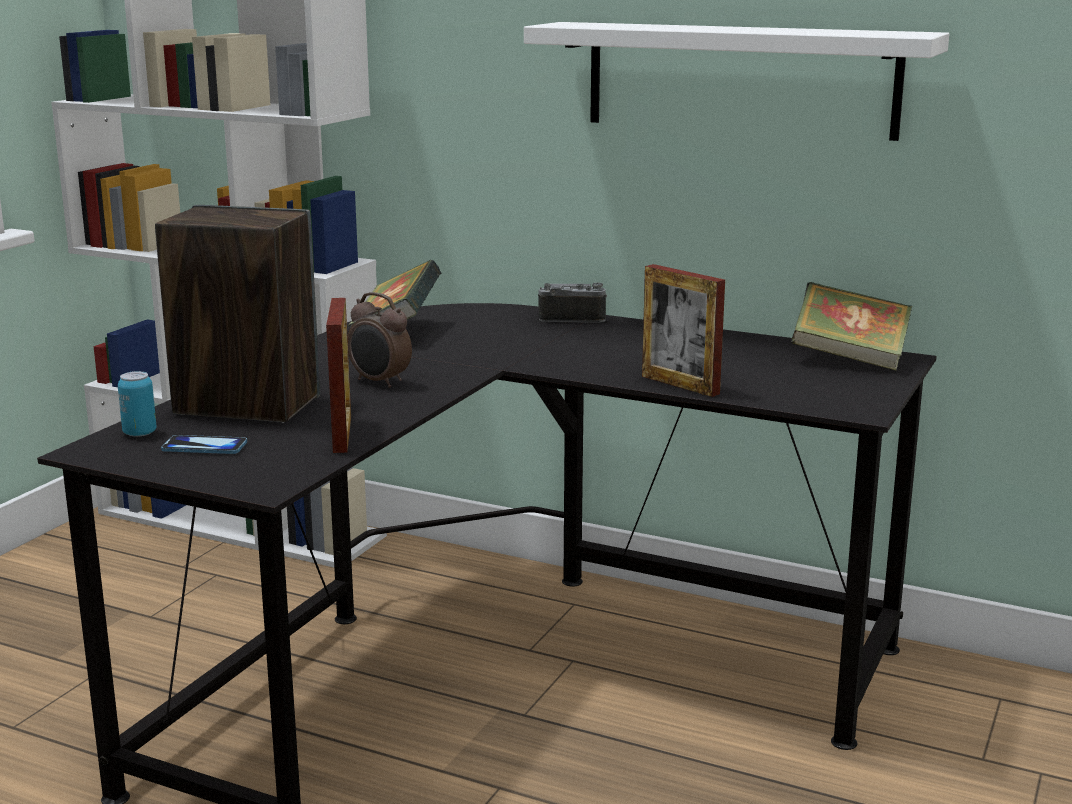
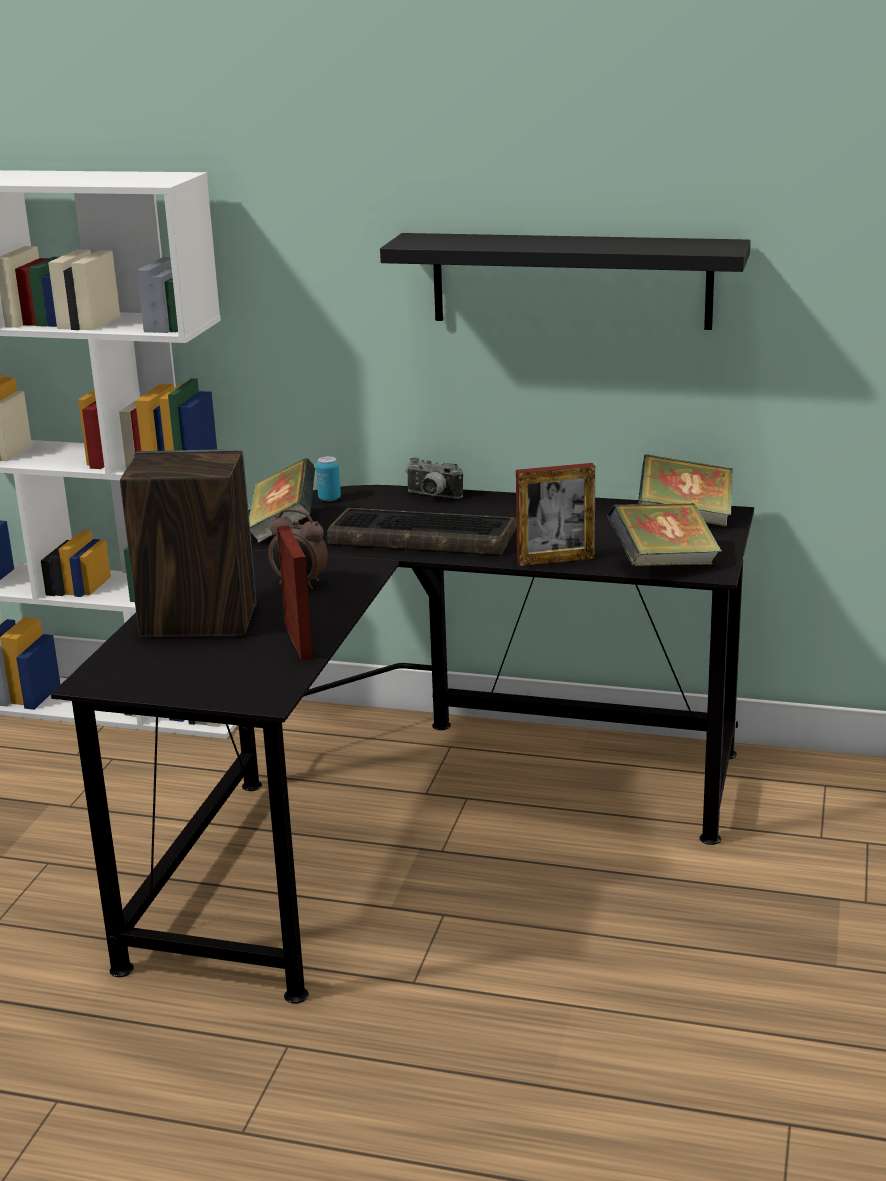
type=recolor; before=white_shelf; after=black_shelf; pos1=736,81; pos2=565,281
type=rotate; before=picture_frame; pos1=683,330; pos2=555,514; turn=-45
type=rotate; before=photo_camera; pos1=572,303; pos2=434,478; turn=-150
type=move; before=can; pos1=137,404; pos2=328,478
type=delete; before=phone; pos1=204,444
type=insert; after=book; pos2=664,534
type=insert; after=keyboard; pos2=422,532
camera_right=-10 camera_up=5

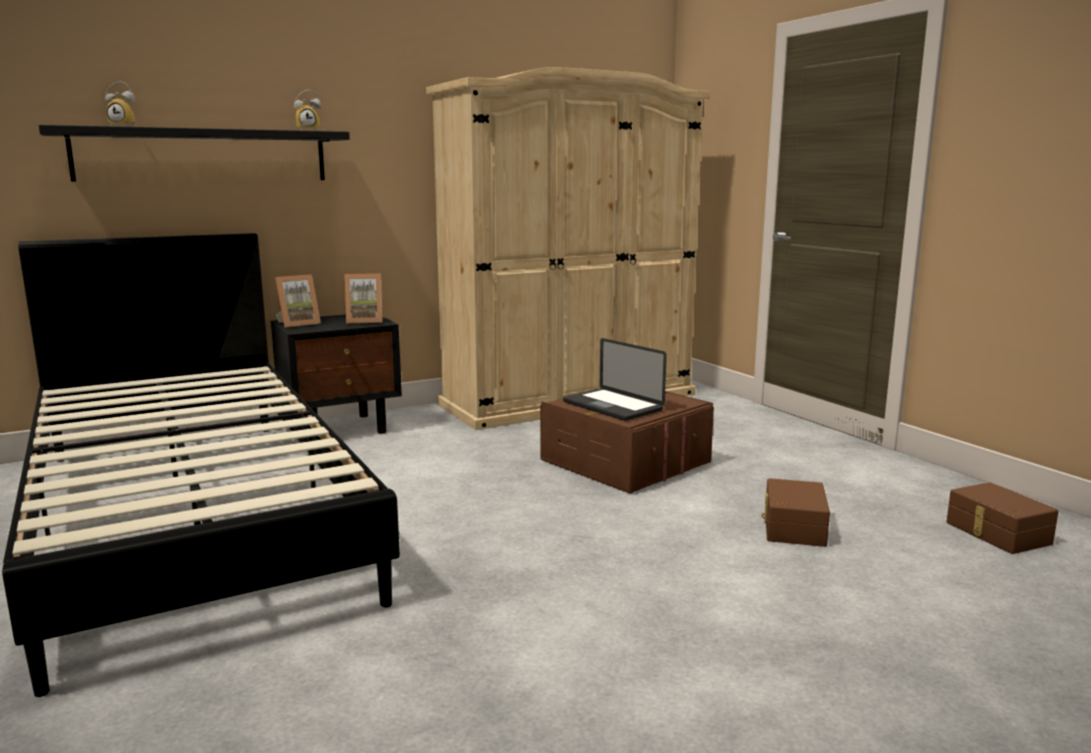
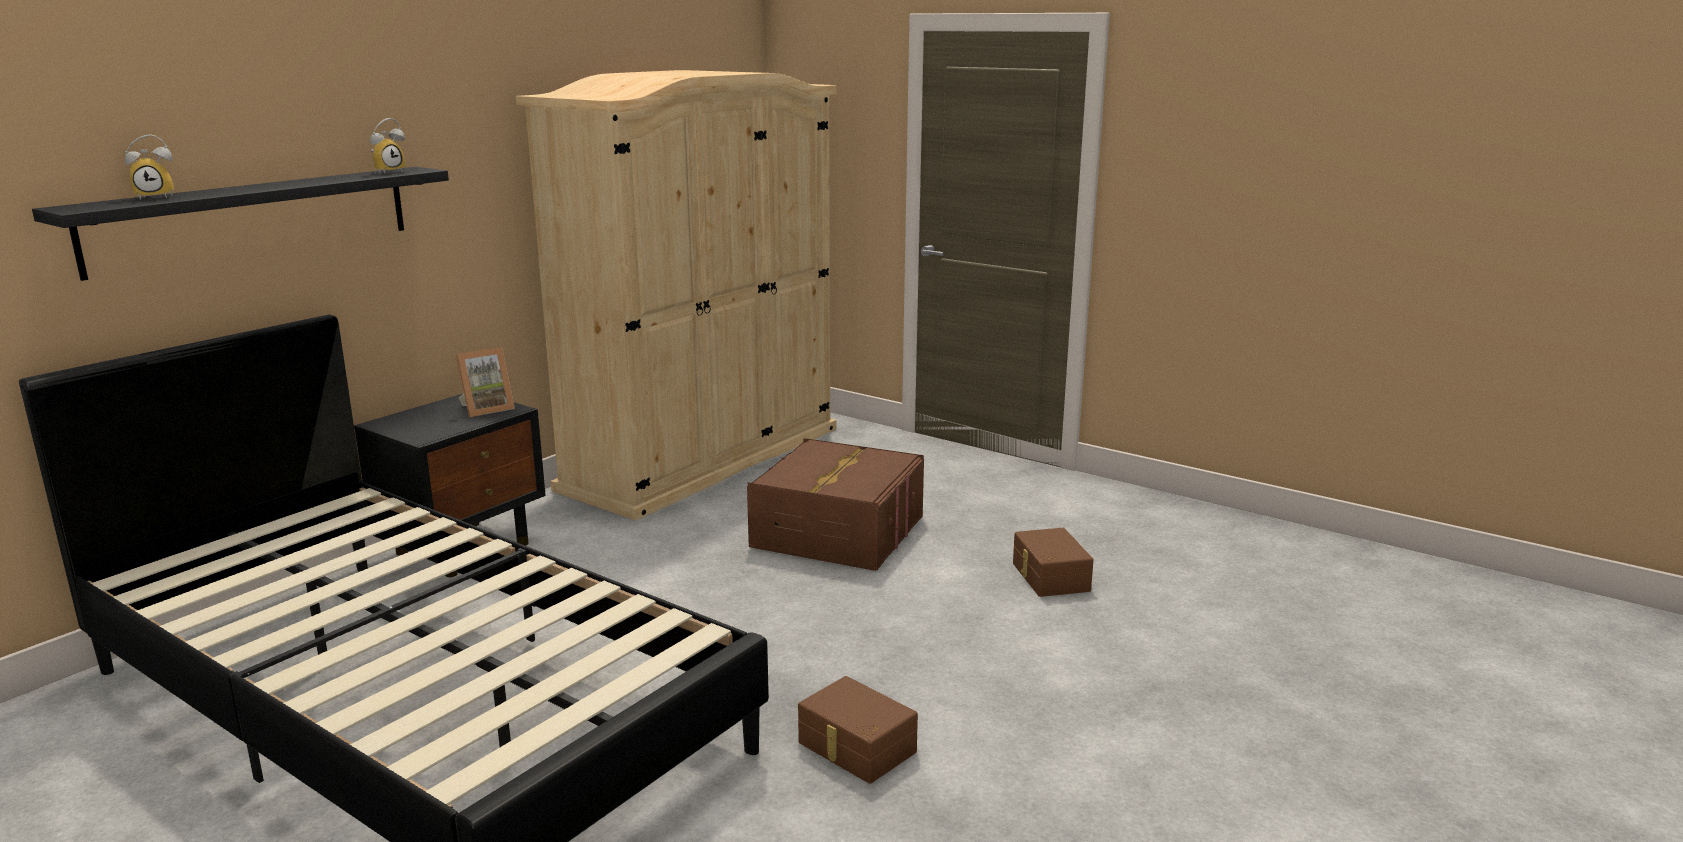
type=delete; before=picture_frame; pos1=298,301
type=delete; before=laptop; pos1=615,379
type=move; before=brown_storage_box; pos1=1002,518; pos2=858,730
camera_right=-25 camera_up=5

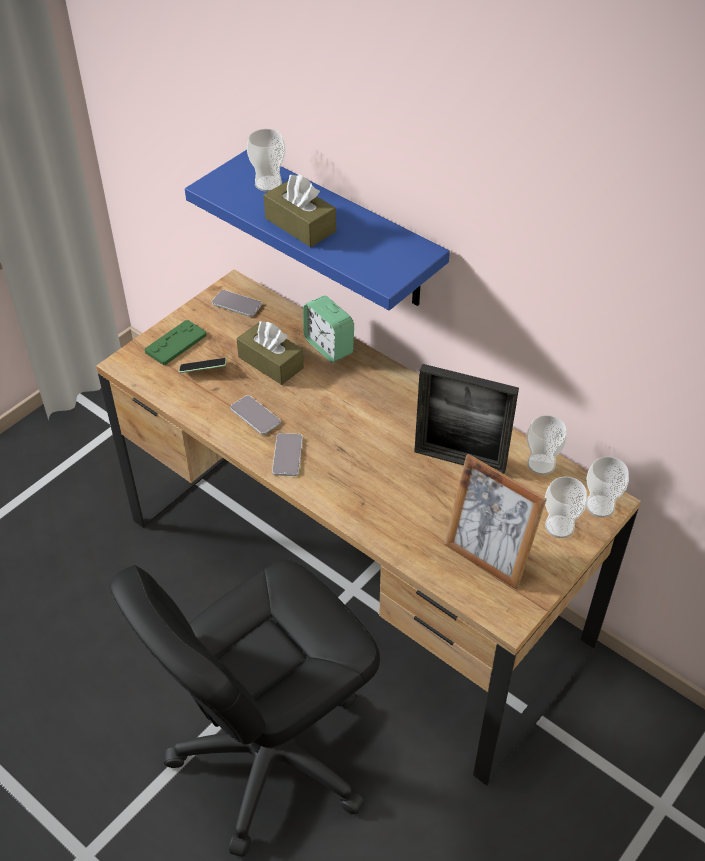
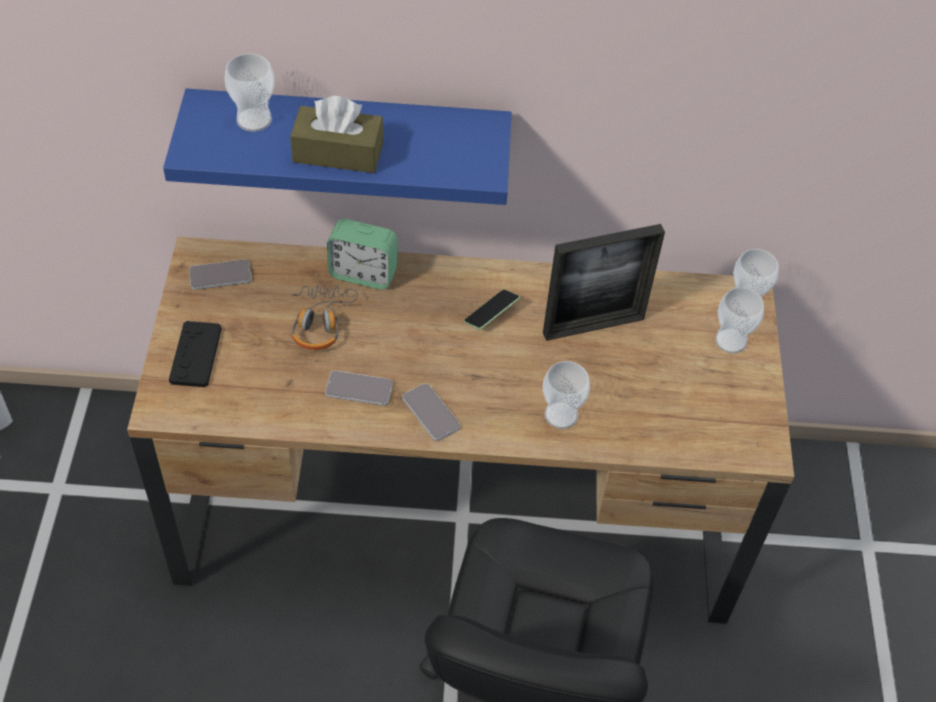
type=recolor; before=green_game_controller; after=black_game_controller; pos1=176,342; pos2=195,354
type=replace; before=brown_tissue_box; after=headphones; pos1=270,353; pos2=323,317
type=move; before=phone; pos1=203,365; pos2=492,309
type=move; before=cup; pos1=547,445; pos2=566,395
type=delete; before=picture_frame; pos1=495,522
camera_right=-40 camera_up=5

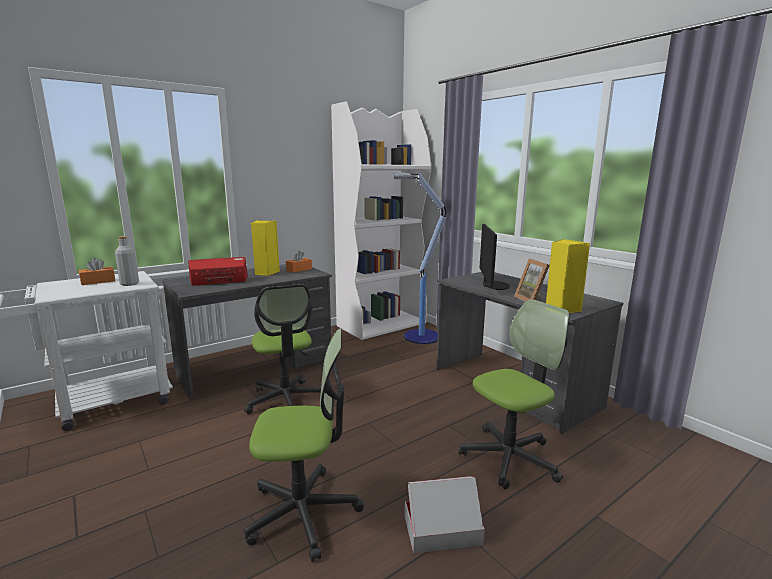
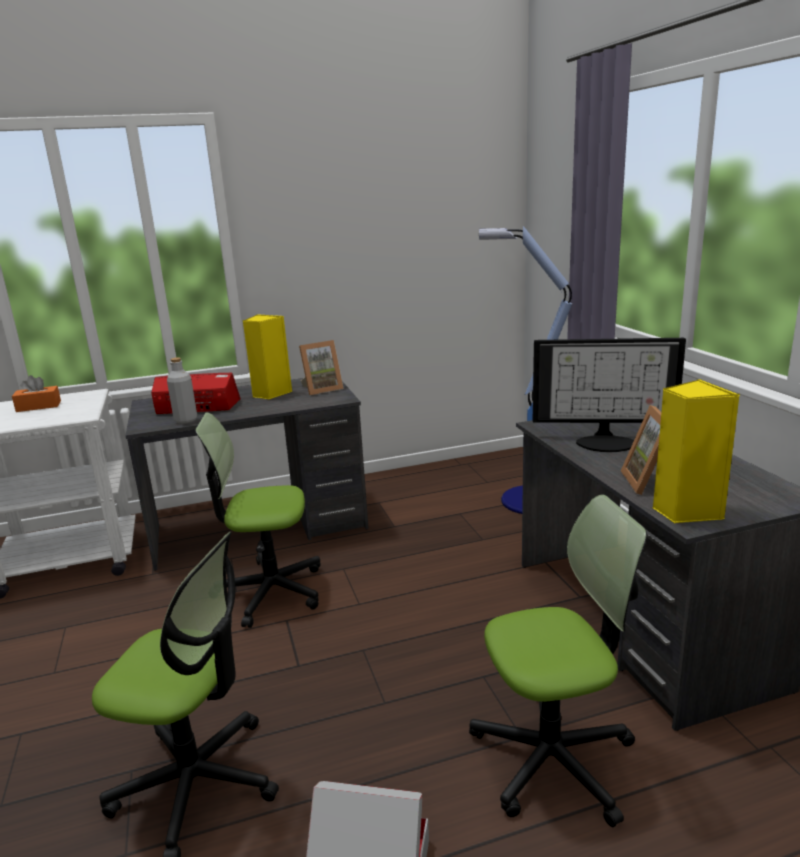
type=delete; before=white_bookcase; pos1=381,220
type=rotate; before=monitor; pos1=494,257; pos2=609,395; turn=75
type=move; before=grey_bottle; pos1=127,261; pos2=182,390
type=replace; before=orange_tissue_box; after=picture_frame; pos1=299,262; pos2=321,367
type=rotate; before=office_chair; pos1=282,349; pos2=257,520; turn=90
camera_right=20 camera_up=5

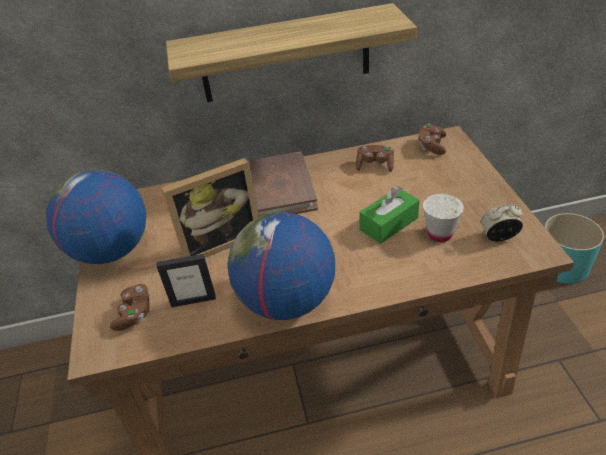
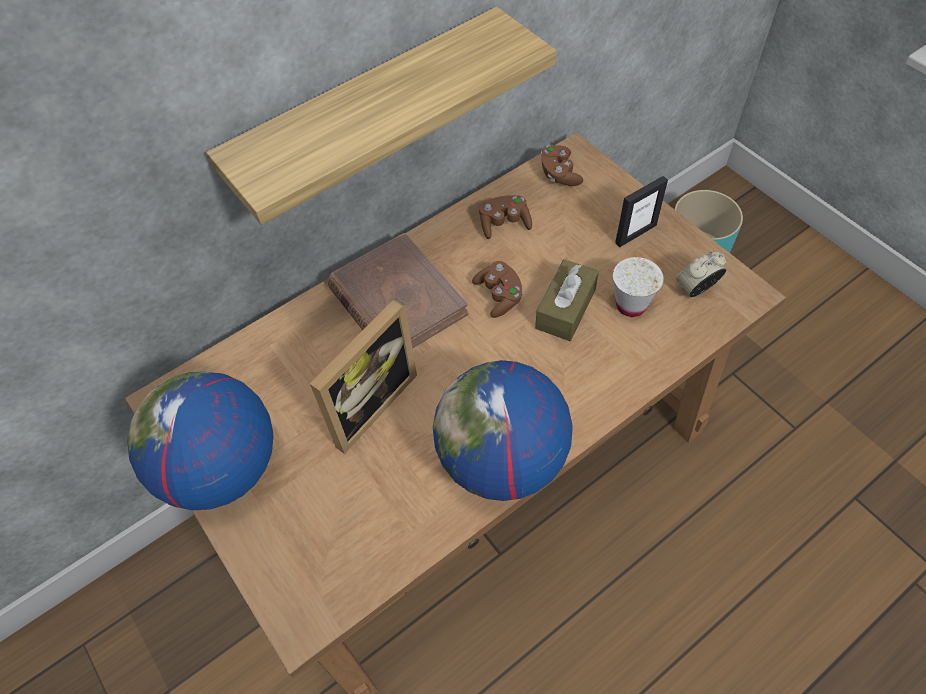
type=recolor; before=green_tissue_box; after=brown_tissue_box; pos1=389,215; pos2=567,300
type=move; before=picture_frame; pos1=186,280; pos2=641,211
type=move; before=brown_game_controller; pos1=130,307; pos2=498,289
camera_right=-25 camera_up=15

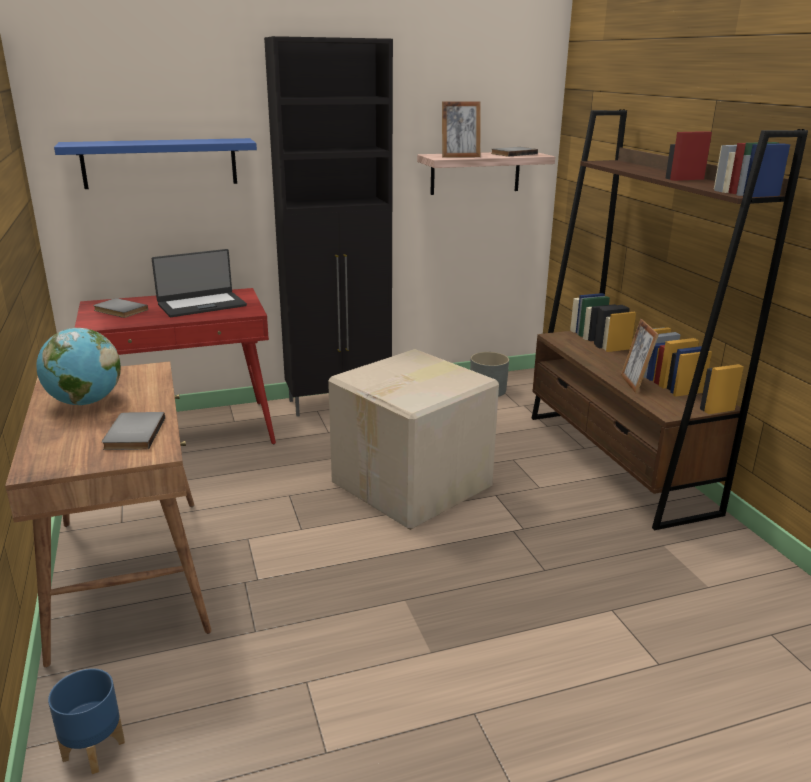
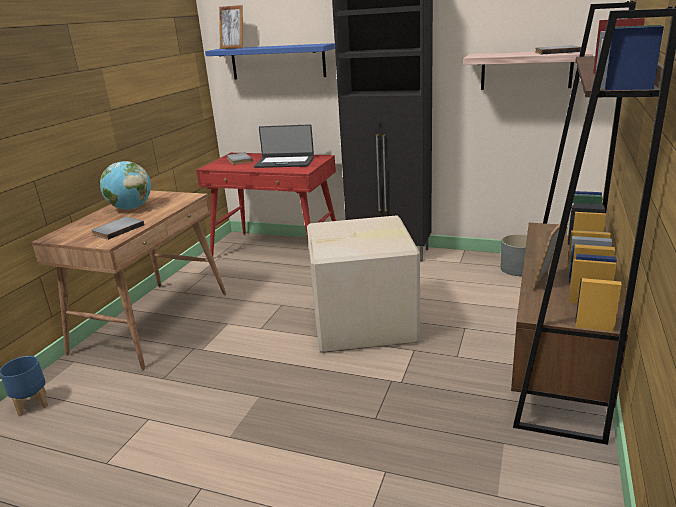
type=move; before=picture_frame; pos1=461,129; pos2=231,27
camera_right=40 camera_up=0

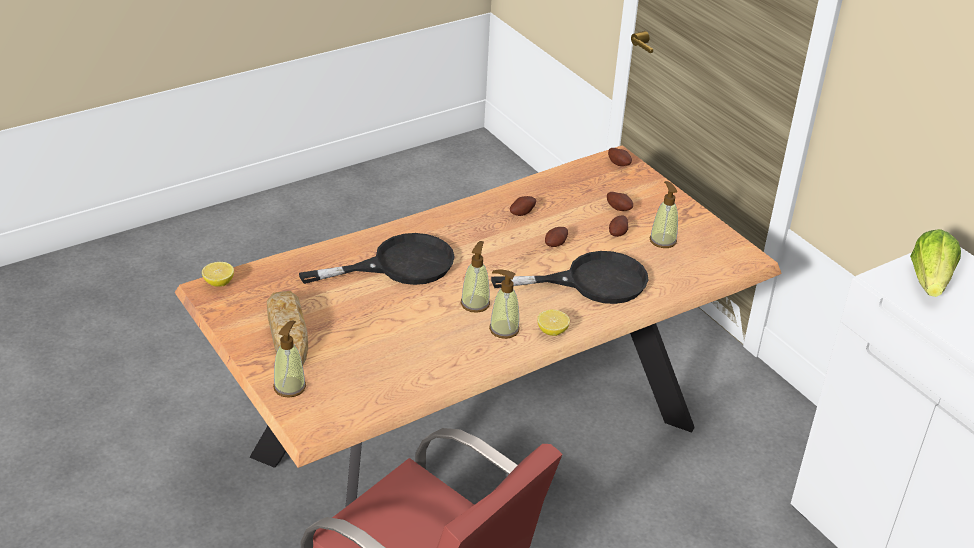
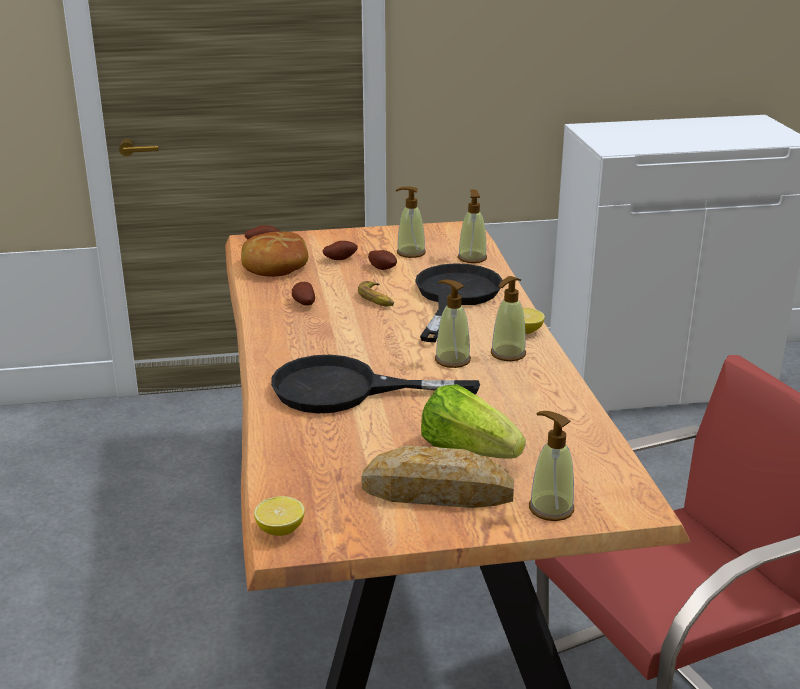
type=replace; before=potato; after=banana; pos1=556,237; pos2=376,293
type=move; before=lettuce; pos1=935,263; pos2=473,421
type=rotate; before=black_frying_pan; pos1=377,259; pos2=375,384; turn=-90
type=insert; after=soap_dispenser; pos2=472,226
type=insert; after=bread; pos2=274,254
camera_right=-65 camera_up=-10

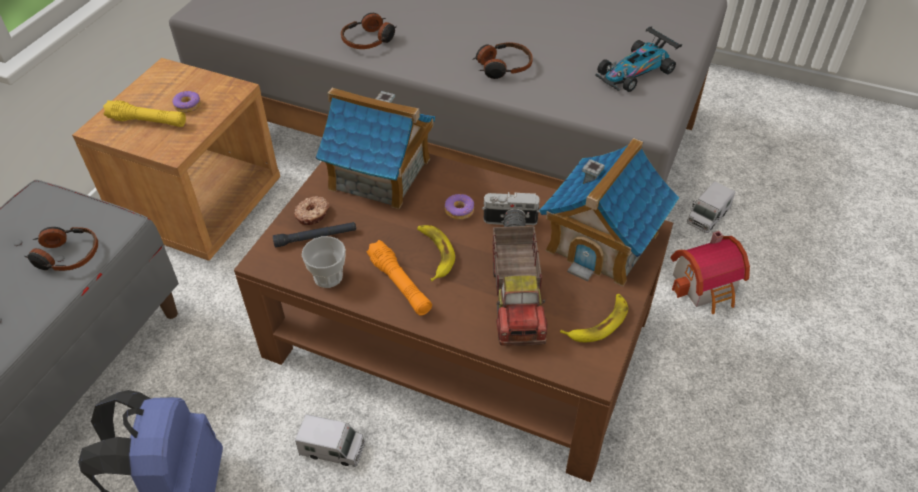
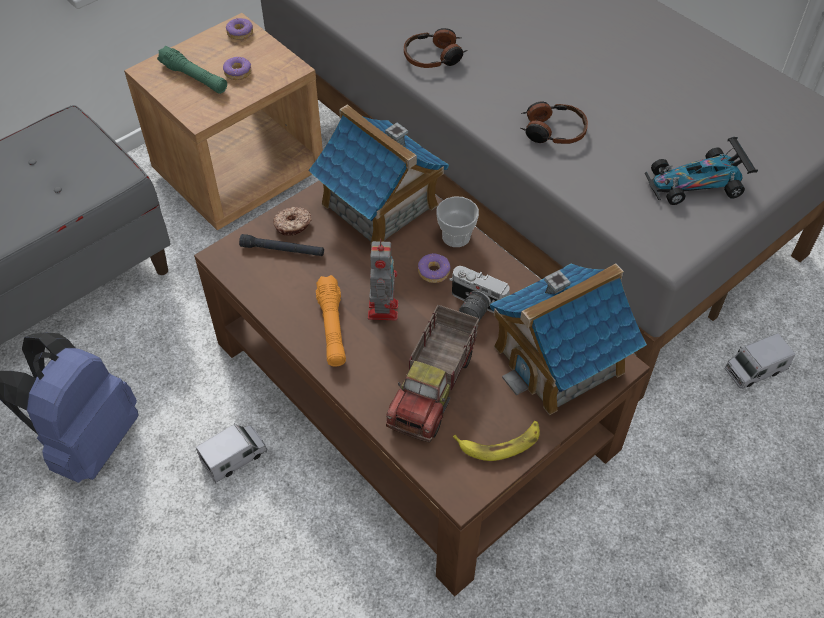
type=recolor; before=yellow_flashlight; after=green_flashlight; pos1=144,113; pos2=192,70
type=replace; before=banana; after=toy_robot; pos1=436,253; pos2=383,279
type=delete; before=headphones; pos1=61,249
type=delete; before=toy_house; pos1=710,272
type=move; before=cup; pos1=323,262; pos2=457,221
type=rotate; before=toy_truck; pos1=330,440; pos2=231,453; turn=-75
type=insert; after=donut; pos2=239,29
camera_right=25 camera_up=5

